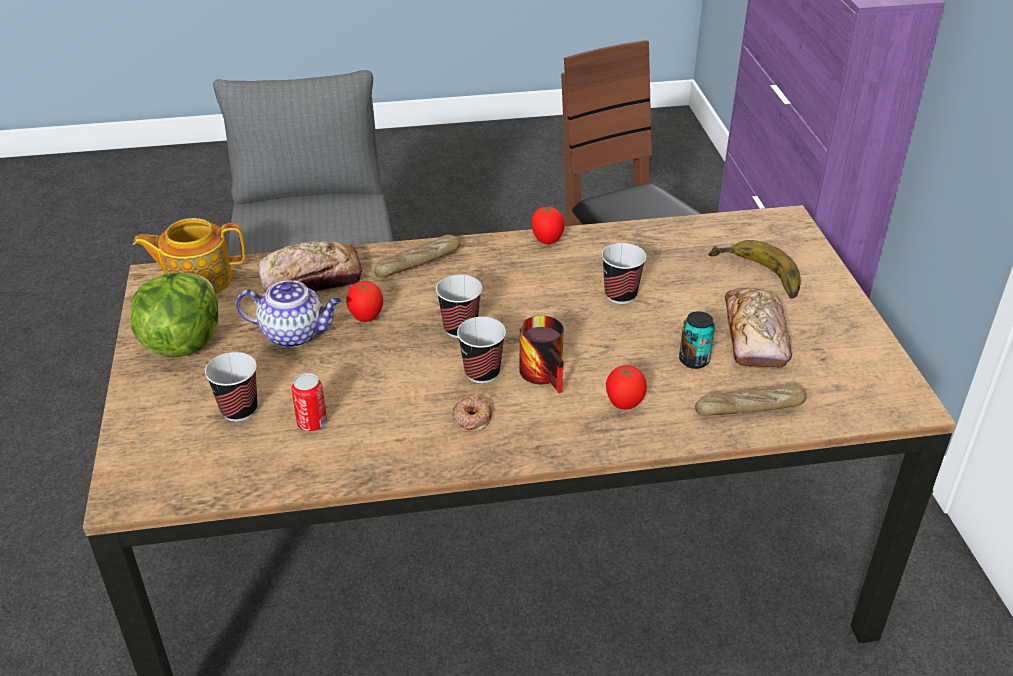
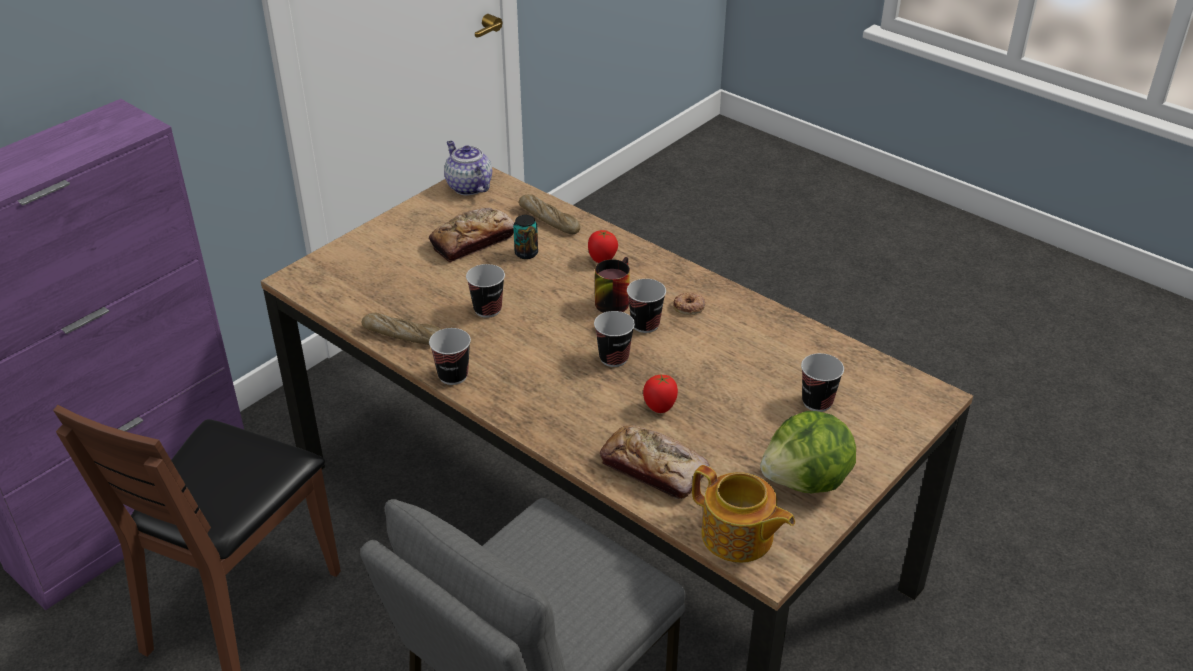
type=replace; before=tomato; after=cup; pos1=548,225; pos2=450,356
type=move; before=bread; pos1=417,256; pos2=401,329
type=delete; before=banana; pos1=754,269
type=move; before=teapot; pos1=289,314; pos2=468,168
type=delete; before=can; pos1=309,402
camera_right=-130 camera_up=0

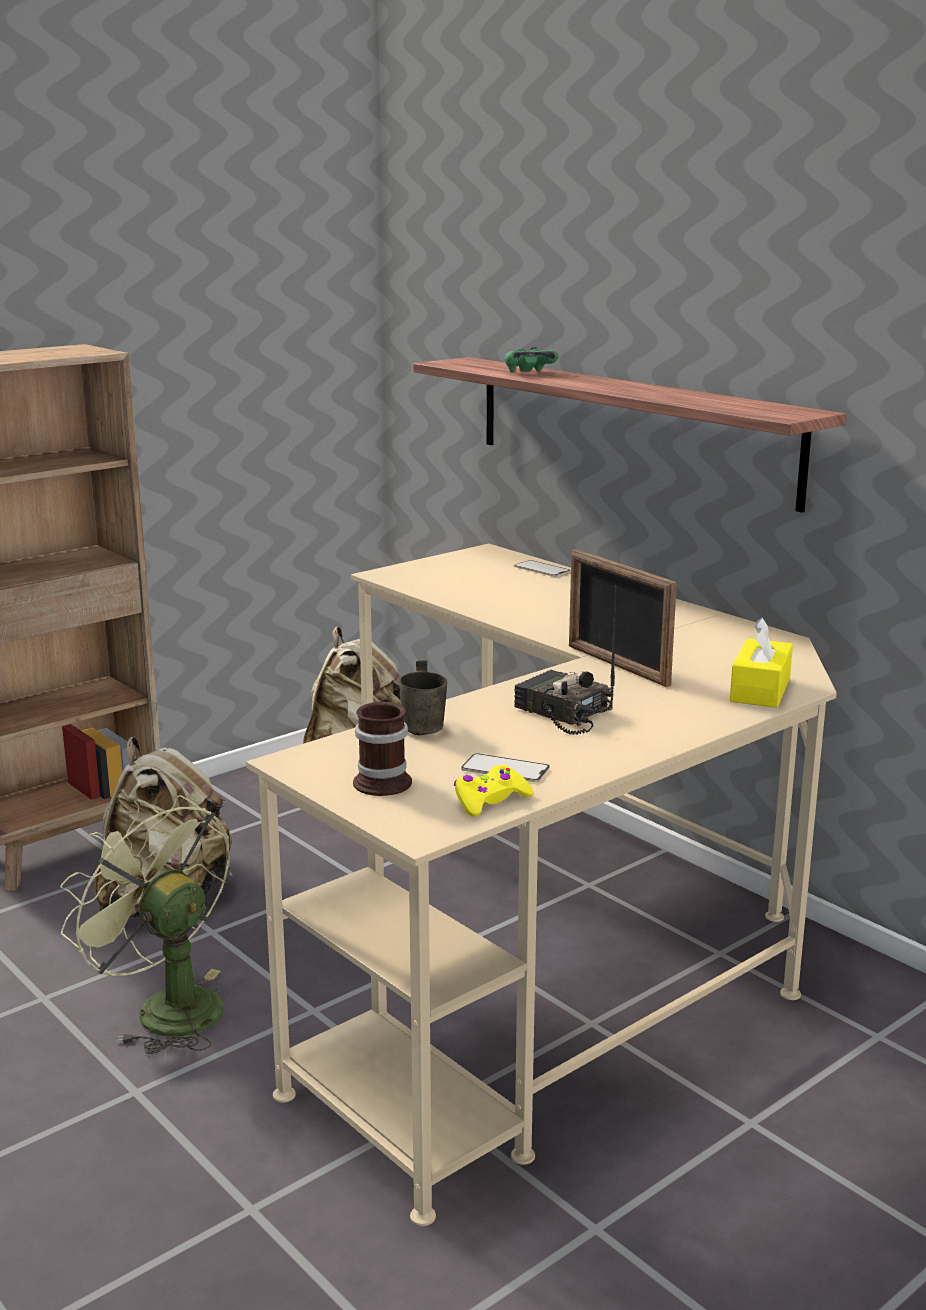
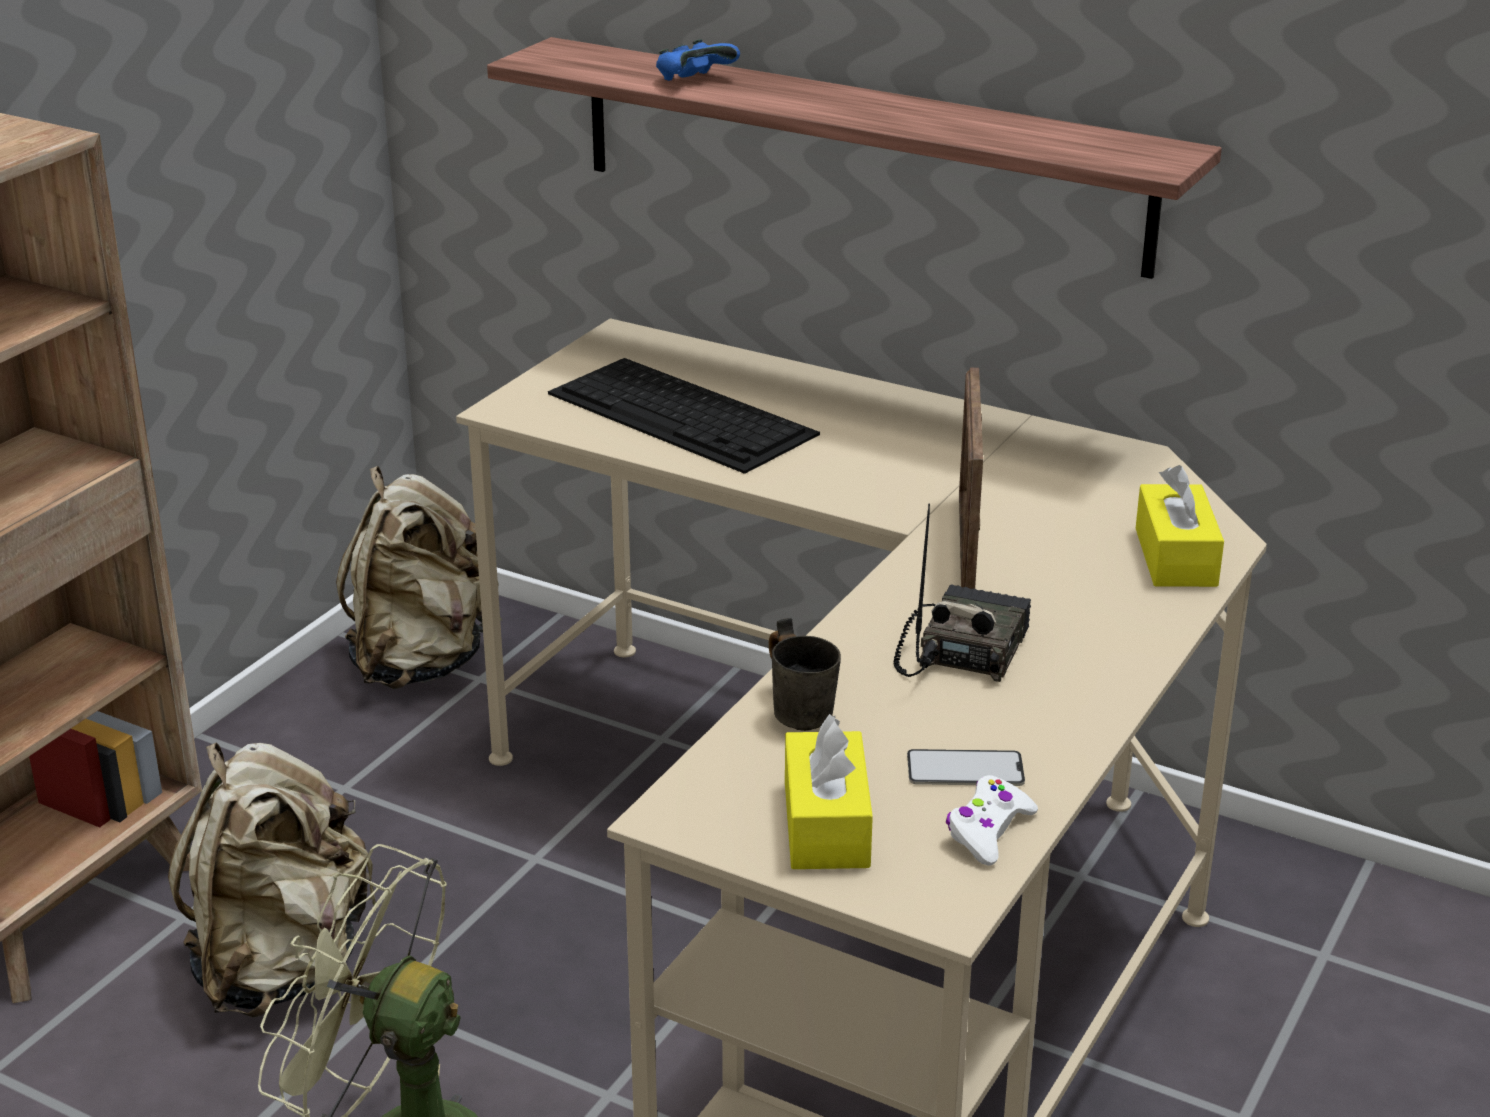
type=recolor; before=green_game_controller; after=blue_game_controller; pos1=531,359; pos2=698,60
type=rotate; before=picture_frame; pos1=623,618; pos2=971,478; turn=60
type=delete; before=phone; pos1=542,568
type=rotate; before=radio; pos1=565,660; pos2=962,593; turn=90
type=replace; before=mug; after=yellow_tissue_box; pos1=382,749; pos2=829,791
type=recolor; before=yellow_game_controller; after=white_game_controller; pos1=494,791; pos2=992,820
type=insert; after=keyboard; pos2=684,416
camera_right=-20 camera_up=10

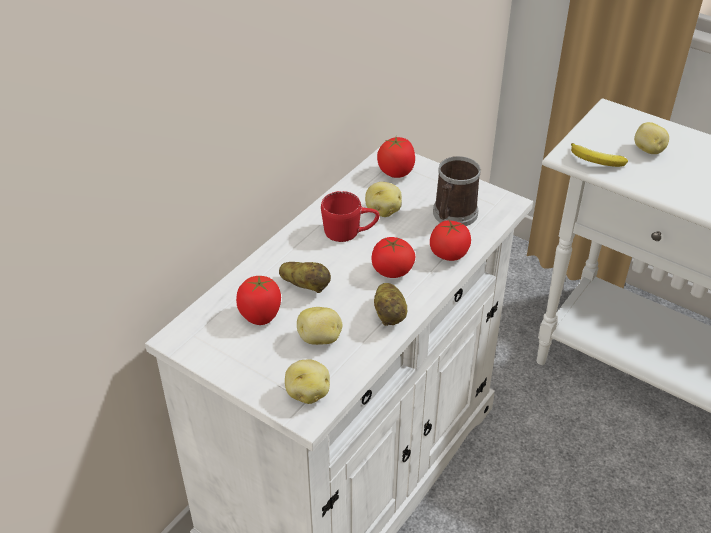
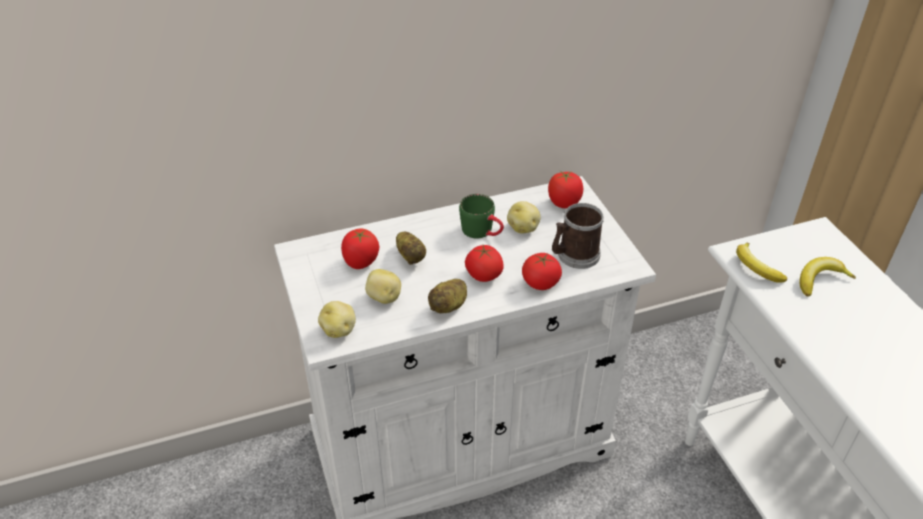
type=replace; before=potato; after=banana; pos1=651,138; pos2=827,277
type=recolor; before=red_mug; after=green_mug; pos1=350,216; pos2=481,216
camera_right=35 camera_up=0

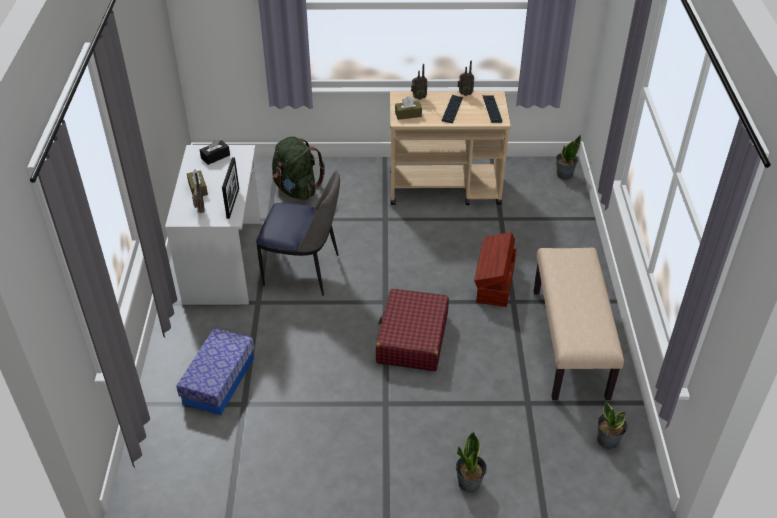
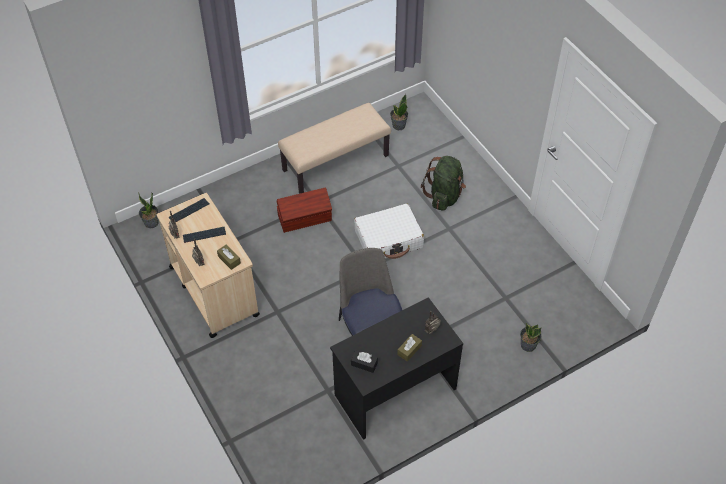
type=move; before=green_backpack; pos1=298,168; pos2=443,183
type=recolor; before=white_desk; after=black_desk; pos1=213,225; pos2=396,368
type=delete; before=picture_frame; pos1=230,188
type=recolor; before=red_suitcase; after=white_suitcase; pos1=412,329; pos2=389,231
type=delete; before=storage_box; pos1=215,371
type=move; before=potted_plant; pos1=471,462; pos2=531,337
camera_right=-120 camera_up=10

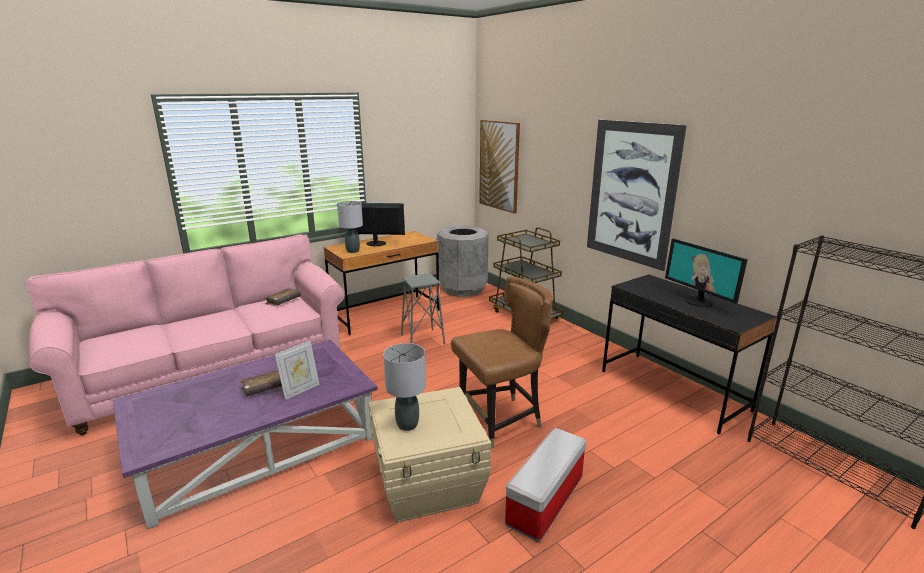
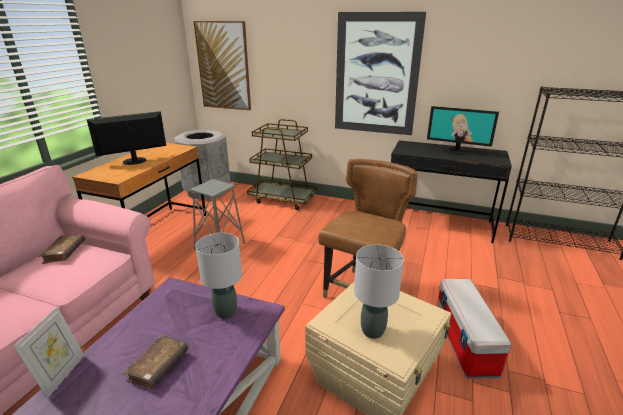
type=move; before=grey_table_lamp; pos1=350,227; pos2=218,276
type=move; before=picture_frame; pos1=297,370; pos2=48,352
camera_right=-35 camera_up=5

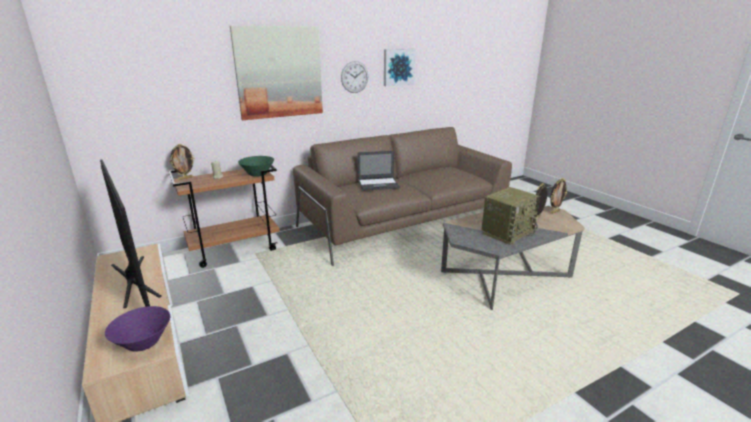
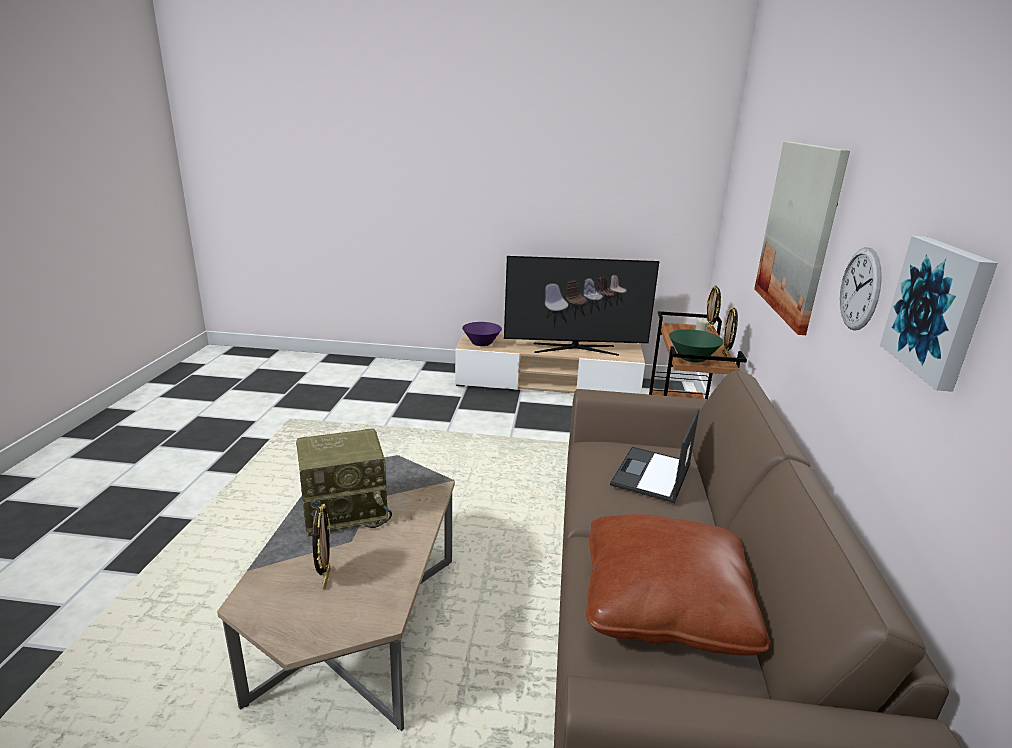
type=move; before=picture_frame; pos1=558,196; pos2=730,331
type=rotate; before=radio; pos1=511,216; pos2=344,482; turn=-105
type=insert; after=brown_pillow; pos2=677,585
camera_right=125 camera_up=0

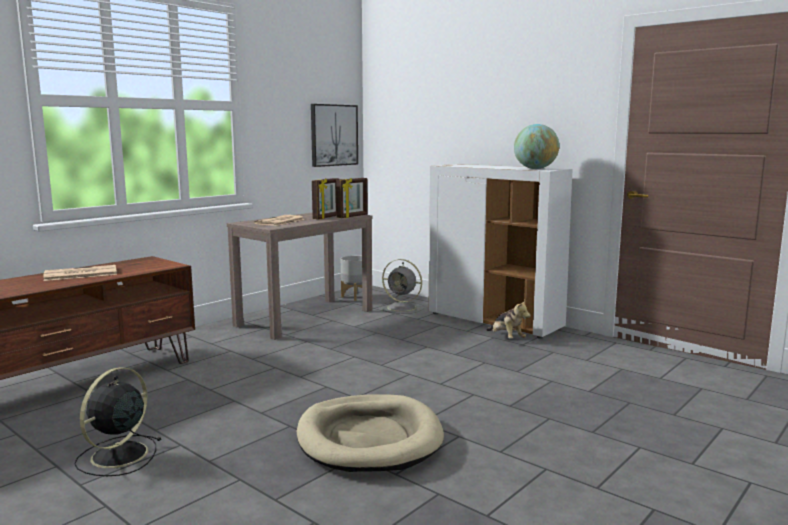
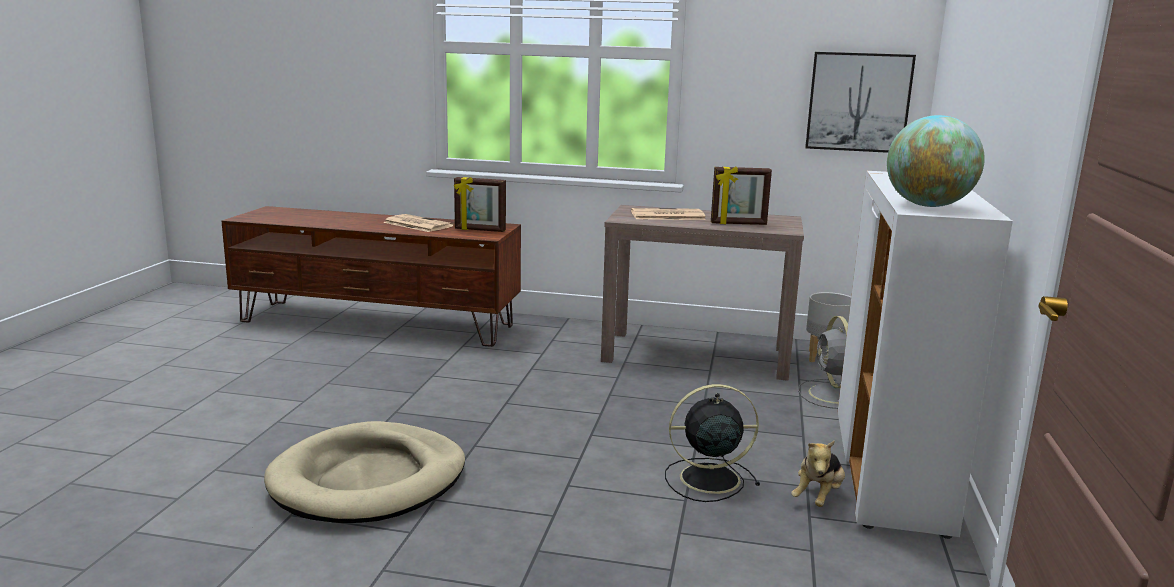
type=move; before=picture_frame; pos1=352,198; pos2=480,204
type=move; before=black_fan; pos1=117,421; pos2=712,443
camera_right=60 camera_up=5

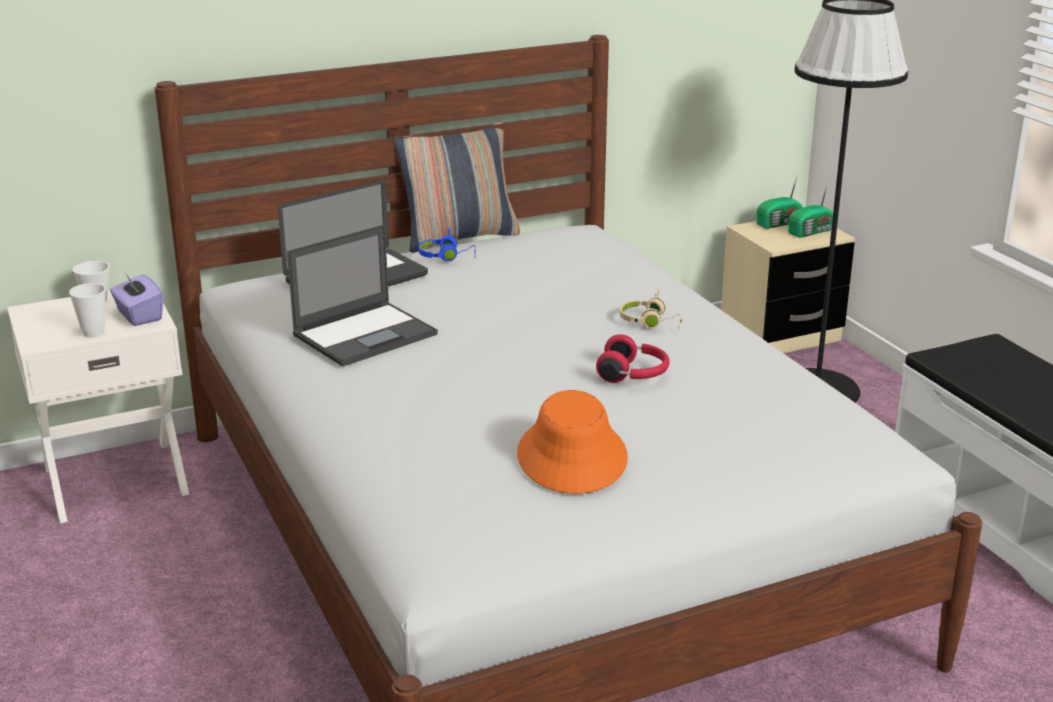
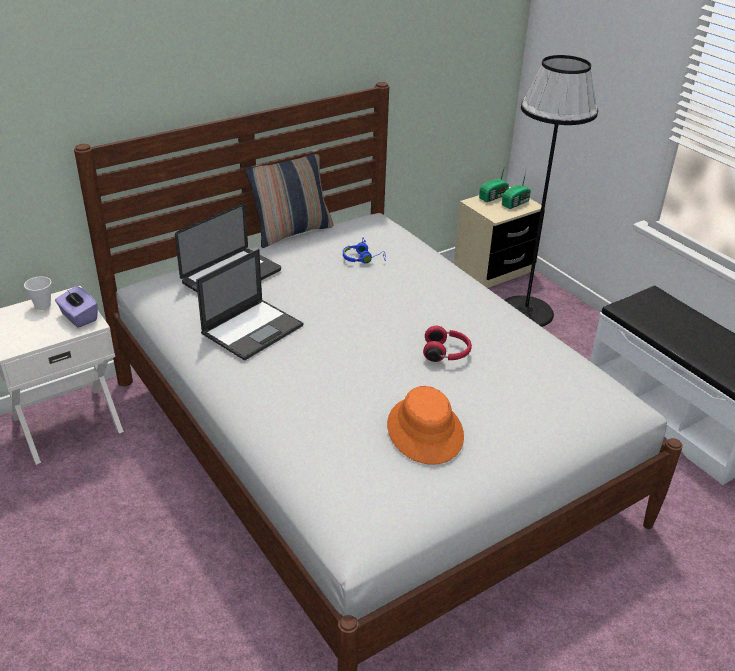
type=move; before=blue_headphones; pos1=447,244; pos2=364,251
type=delete; before=cup; pos1=87,310
type=delete; before=beige_headphones; pos1=651,309
camera_right=-10 camera_up=10

